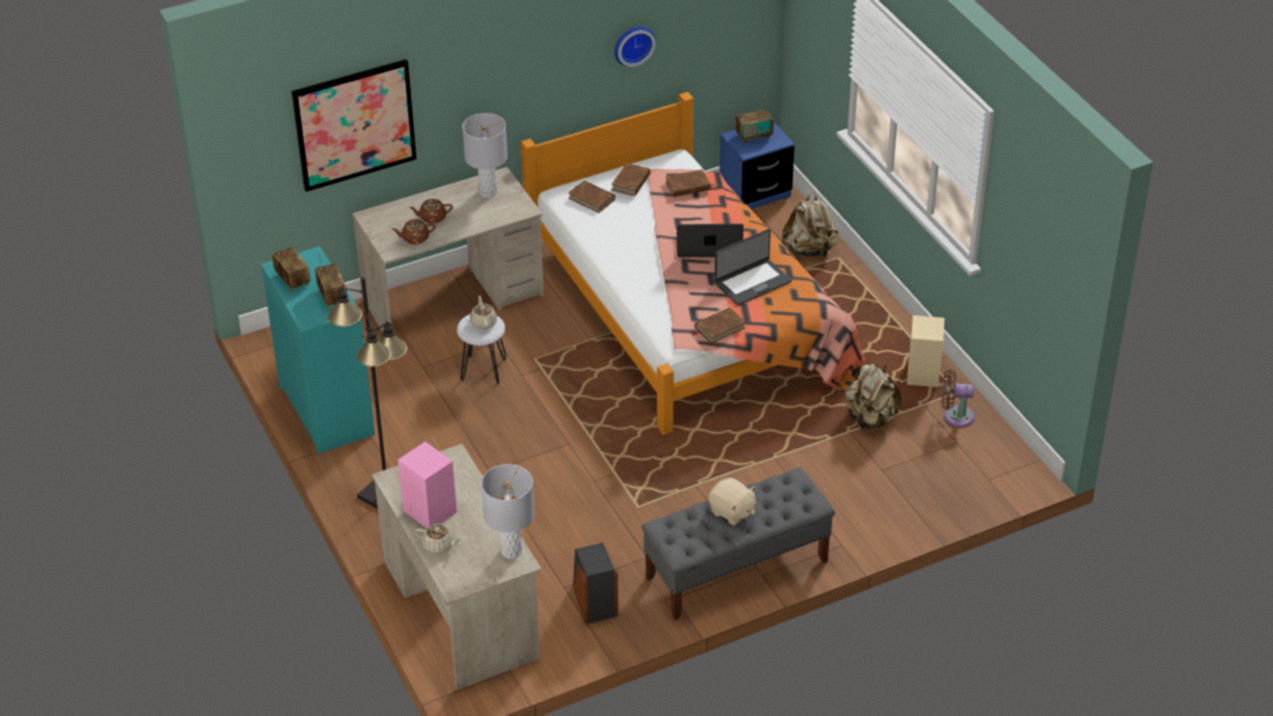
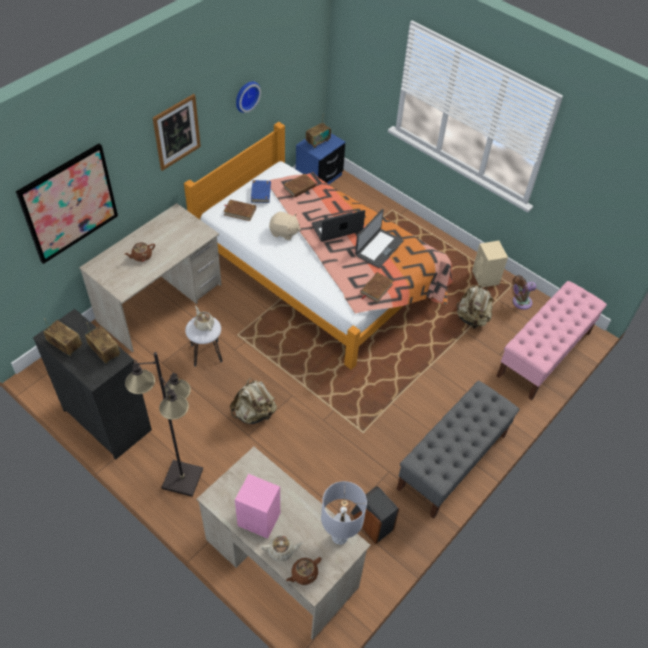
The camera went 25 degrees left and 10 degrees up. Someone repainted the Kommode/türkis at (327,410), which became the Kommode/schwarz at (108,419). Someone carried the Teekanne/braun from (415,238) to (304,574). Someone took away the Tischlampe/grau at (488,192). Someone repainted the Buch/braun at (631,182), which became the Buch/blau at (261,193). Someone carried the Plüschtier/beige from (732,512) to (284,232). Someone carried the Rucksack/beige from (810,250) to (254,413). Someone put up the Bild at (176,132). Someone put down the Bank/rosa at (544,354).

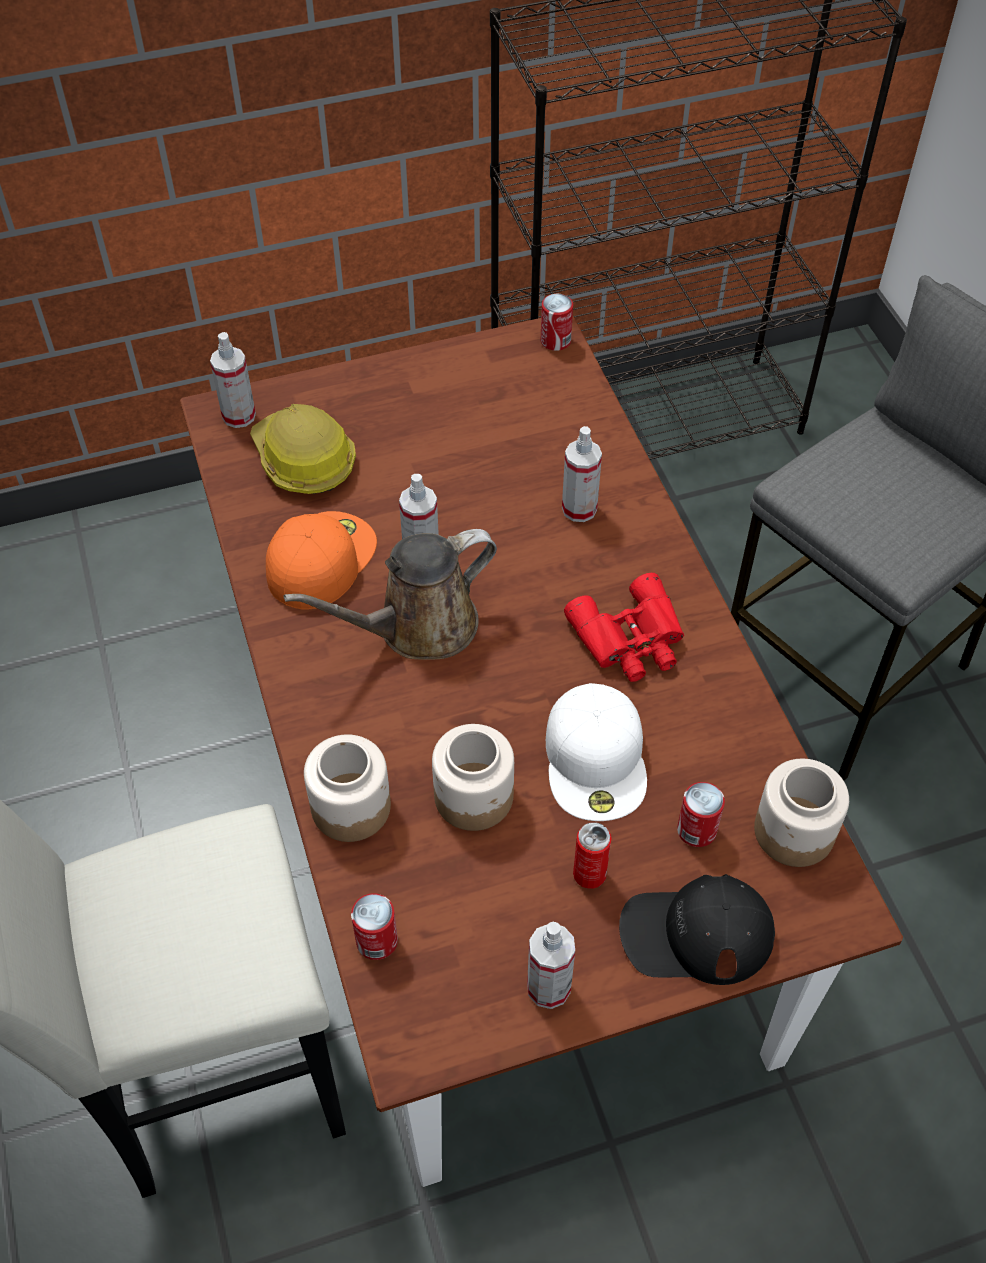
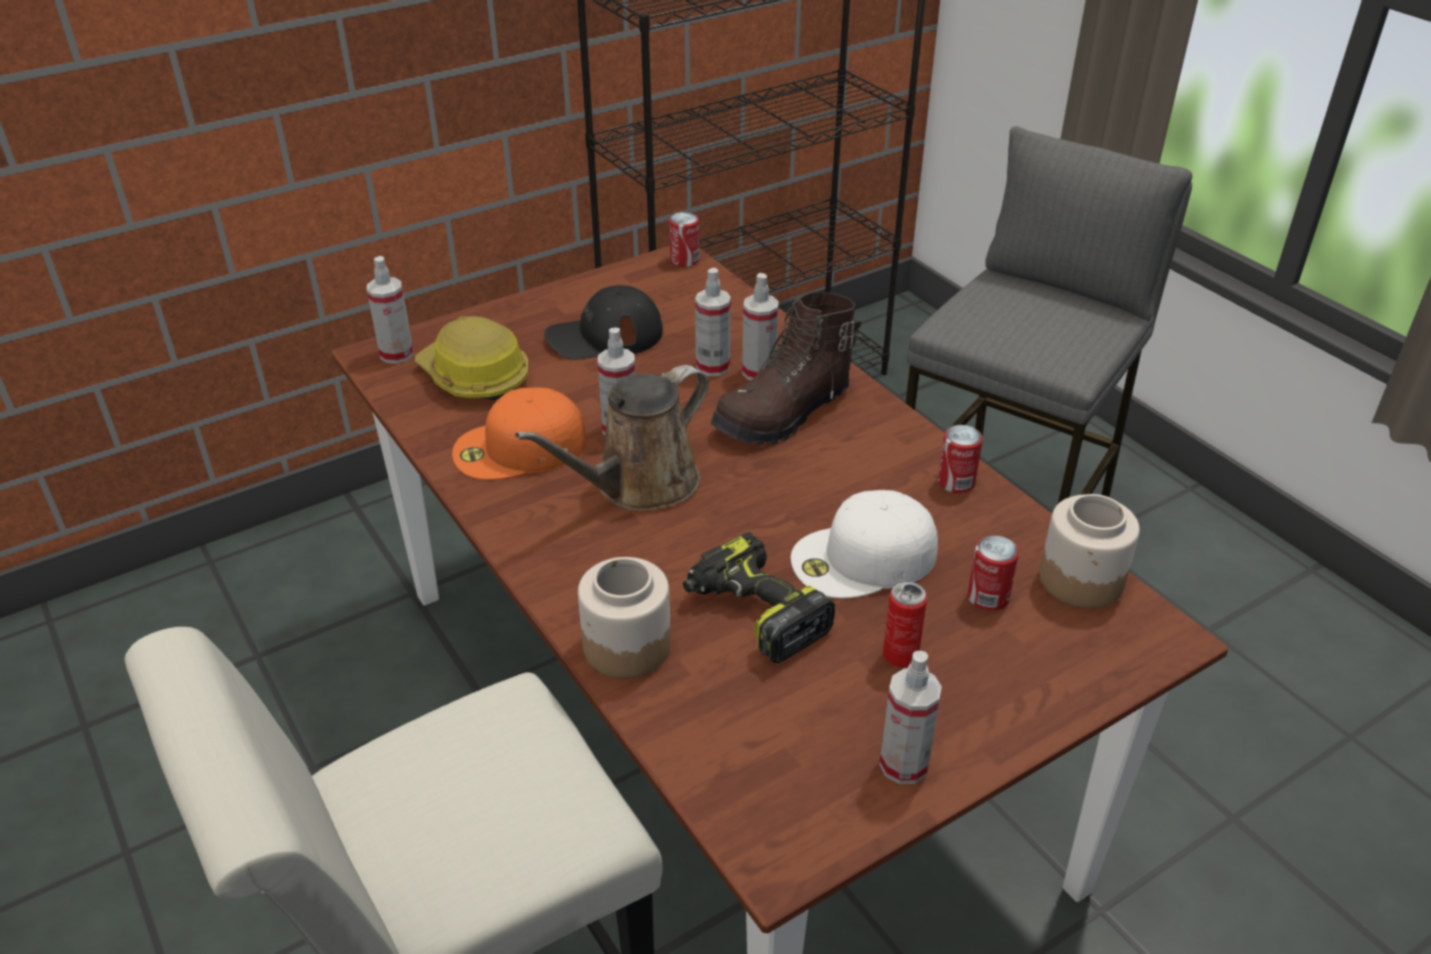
The camera went 15 degrees left and 15 degrees down. Someone rotated the Kappe/orange at (320,558) by 120 degrees counterclockwise. Someone carried the Dose from (377,941) to (956,482). Someone swapped the Vorratsglas at (475,796) for the Bohrmaschine at (754,612). Someone rotated the Kappe/weiß at (597,759) by 90 degrees clockwise. Someone took away the Fernglas/rot at (631,640). Someone carried the Kappe/schwarz from (696,934) to (604,336). Someone put down the Sprühflasche at (713,367). Someone put down the Stiefel/braun at (785,414).

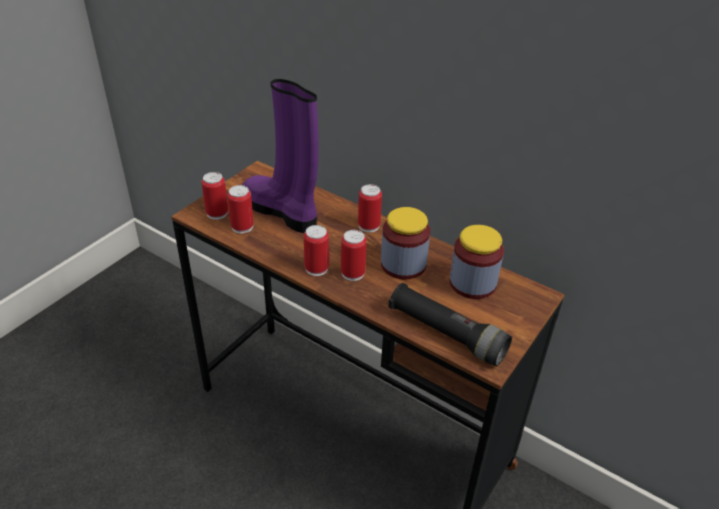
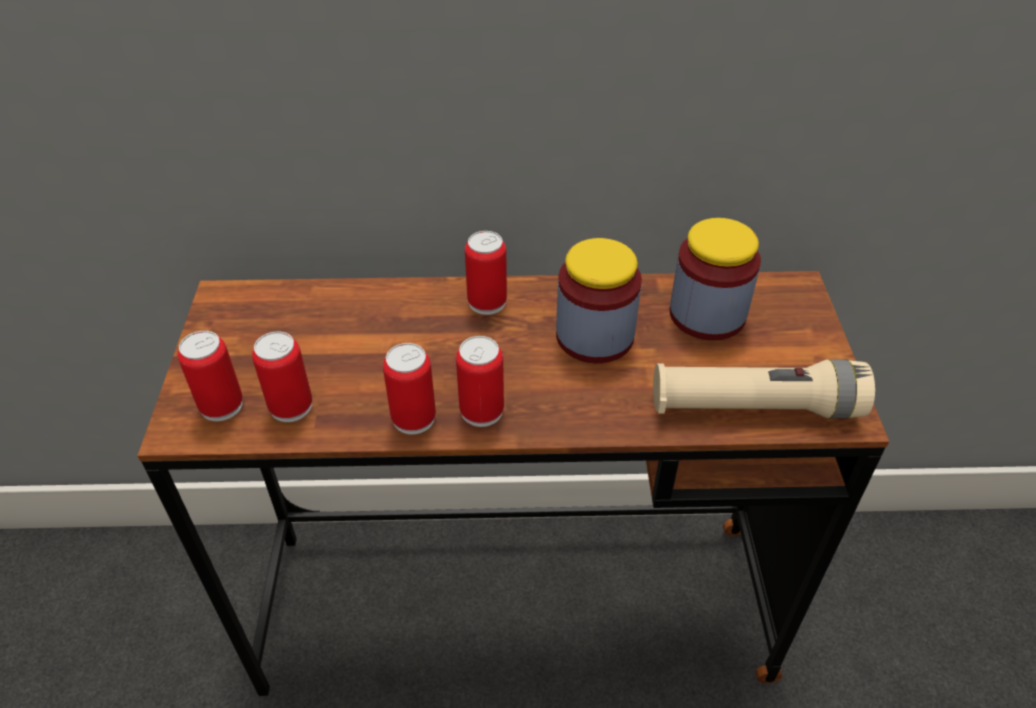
The camera went 35 degrees left and 5 degrees up. Someone took away the Stiefel/lila at (282,212). Someone carried the Dose from (353,273) to (413,418). Someone repainted the Taschenlampe/schwarz at (446,334), which became the Taschenlampe/beige at (754,407).

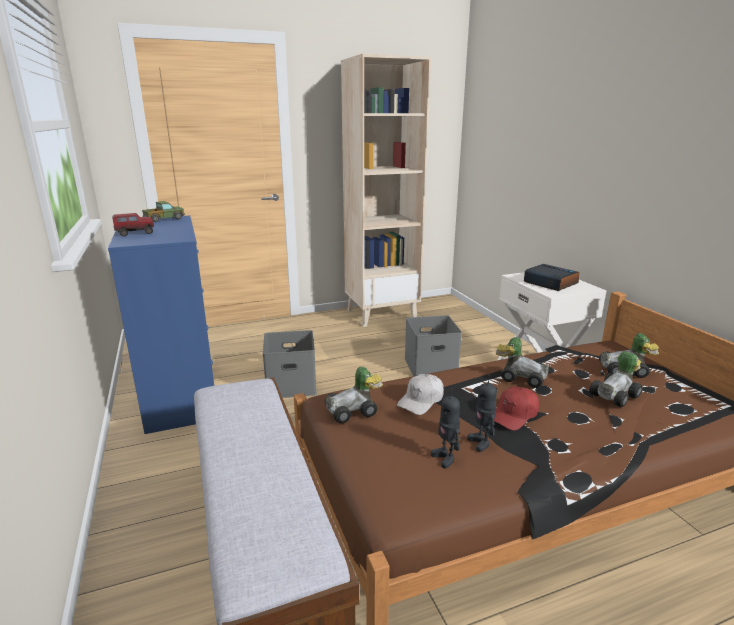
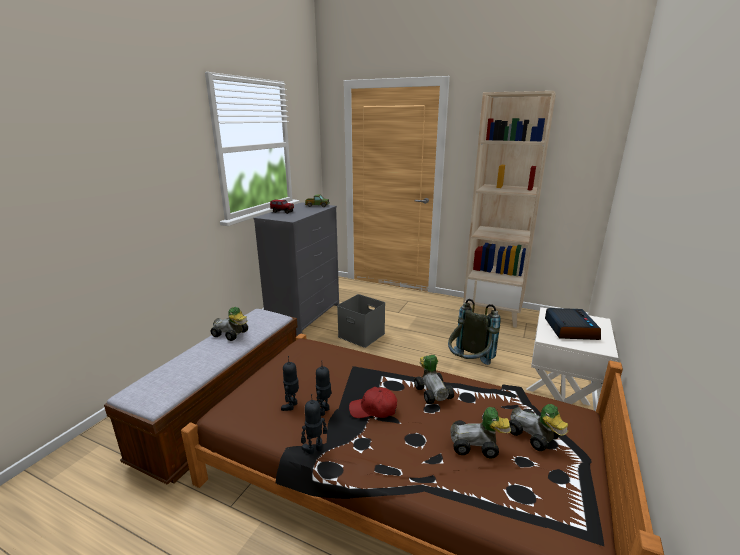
The camera went 45 degrees right and 0 degrees up. Someone repainted the Kommode/blau at (180,395), which became the Kommode/grau at (304,315). Someone carried the Spielzeugauto from (354,412) to (231,335). Someone took away the Kappe/weiß at (421,401). Someone swapped the Aufbewahrungsbox/grau at (431,365) for the Rucksack/grau at (468,365). Someone put down the Spielzeugroboter at (314,449).

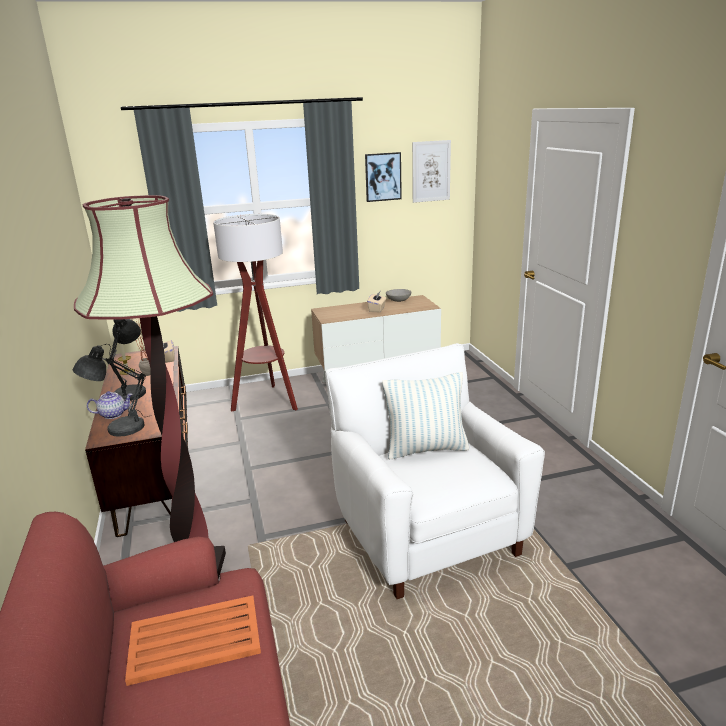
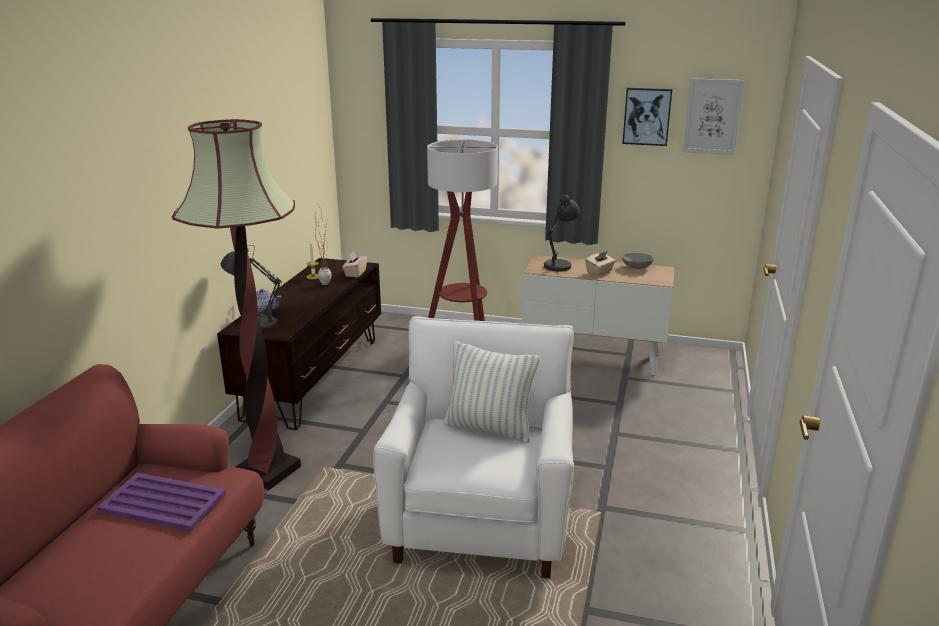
The camera went 30 degrees right and 0 degrees up. Someone carried the Tischlampe/grau from (132,392) to (559,265). Someone repainted the Tablett/orange at (196,639), which became the Tablett/lila at (164,503).

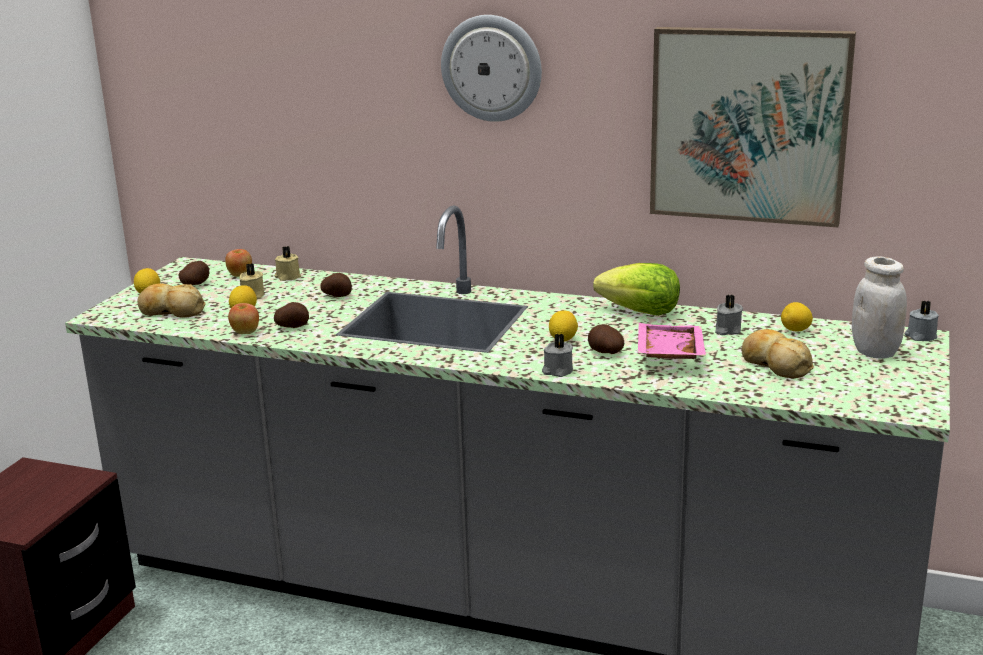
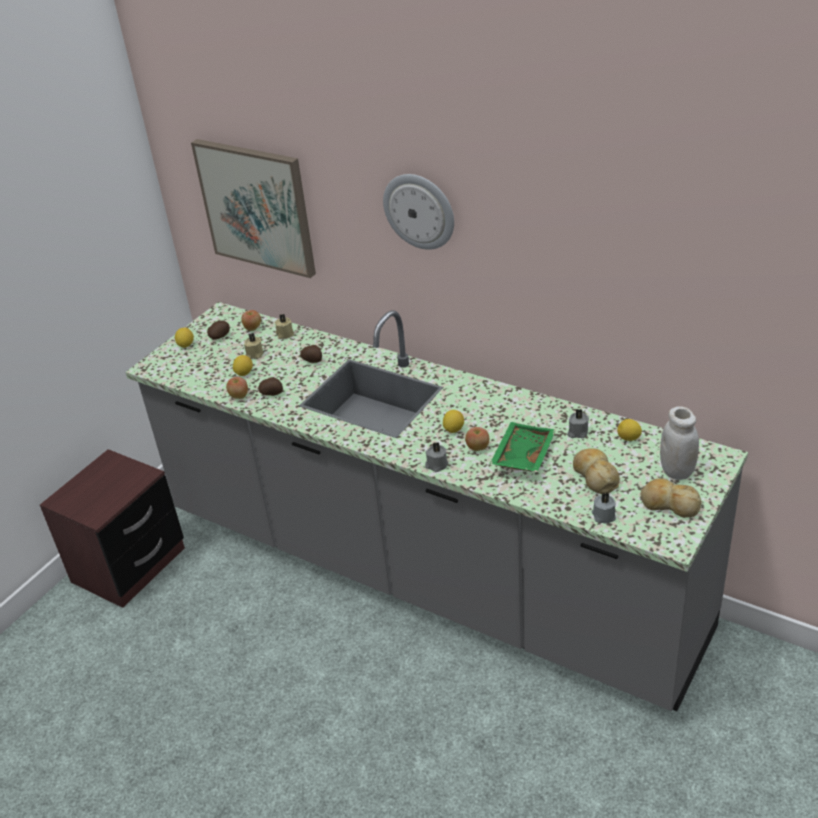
The camera went 15 degrees right and 15 degrees up. Someone carried the Brot from (171,311) to (669,504). Someone swapped the Kartoffel at (605,352) for the Apfel at (477,448). Someone took away the Salatkopf at (640,312). Someone repainted the Tablett/rosa at (667,354), which became the Tablett/grün at (522,455). Someone carried the Bild from (748,125) to (256,207). Someone carried the Kerze/grau from (920,336) to (603,516).

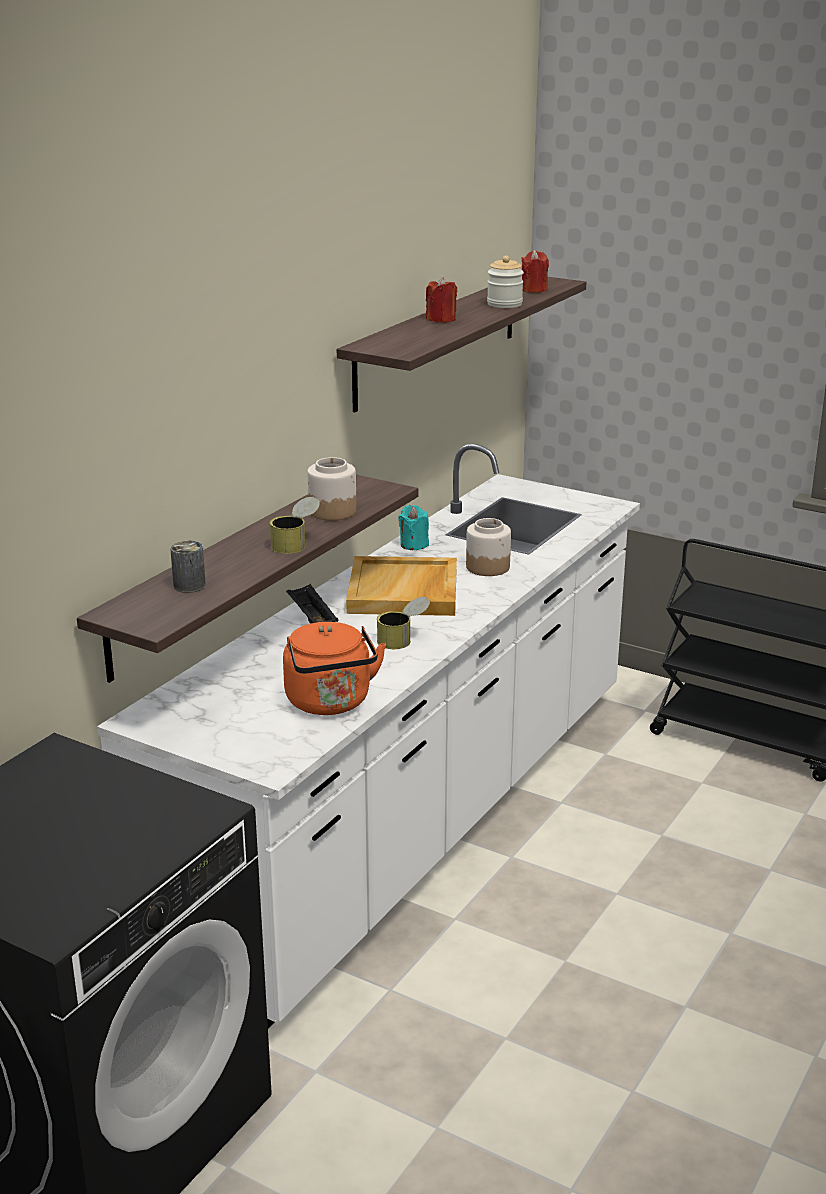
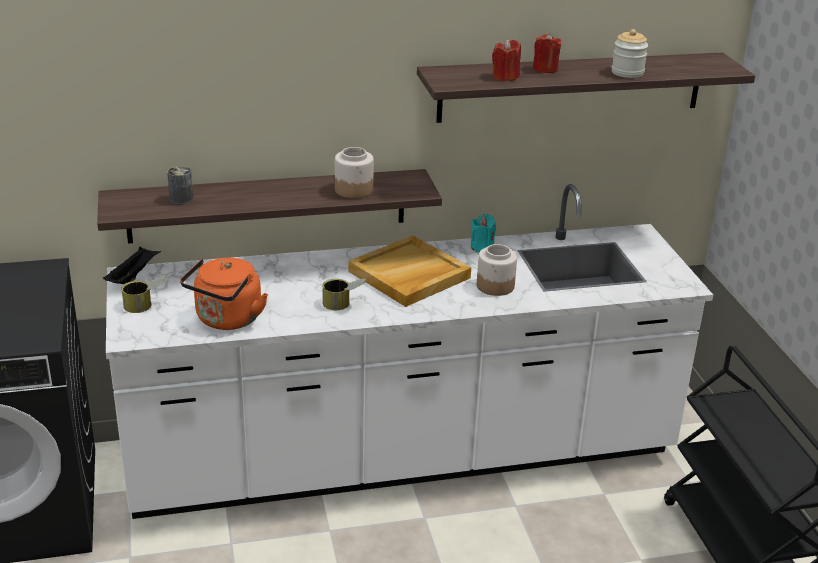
The camera went 45 degrees right and 5 degrees up. Someone carried the Dose from (296,543) to (146,306). Someone carried the Tablett/schwarz from (311,619) to (133,276). Someone carried the Kerze/rot from (534,290) to (505,77).

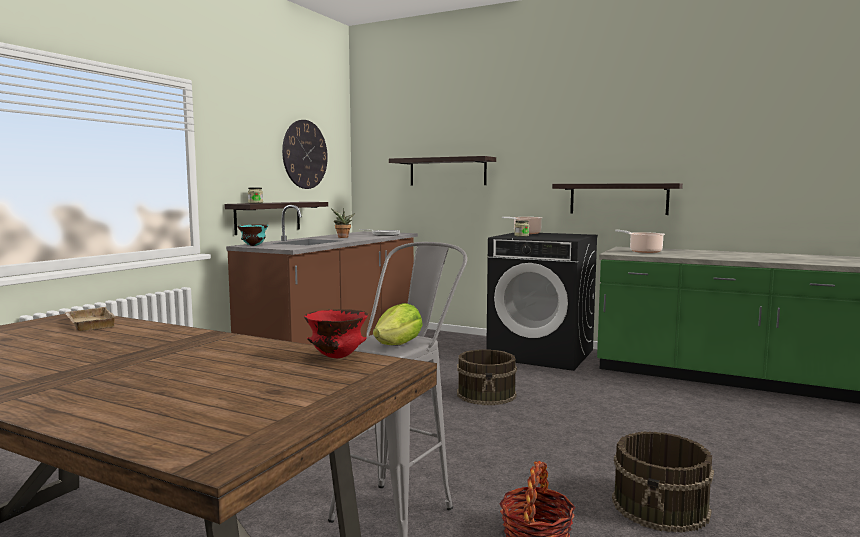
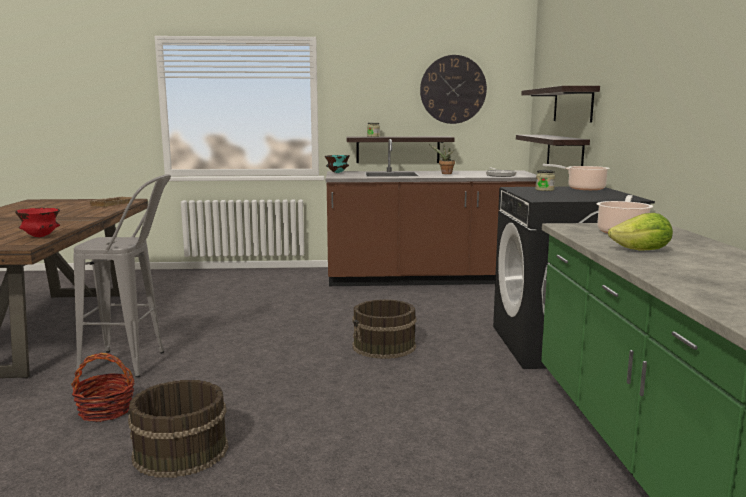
The camera went 60 degrees right and 5 degrees up. Someone carried the Salatkopf from (399,345) to (642,251). Someone carried the Wandregal from (618,199) to (564,152).

